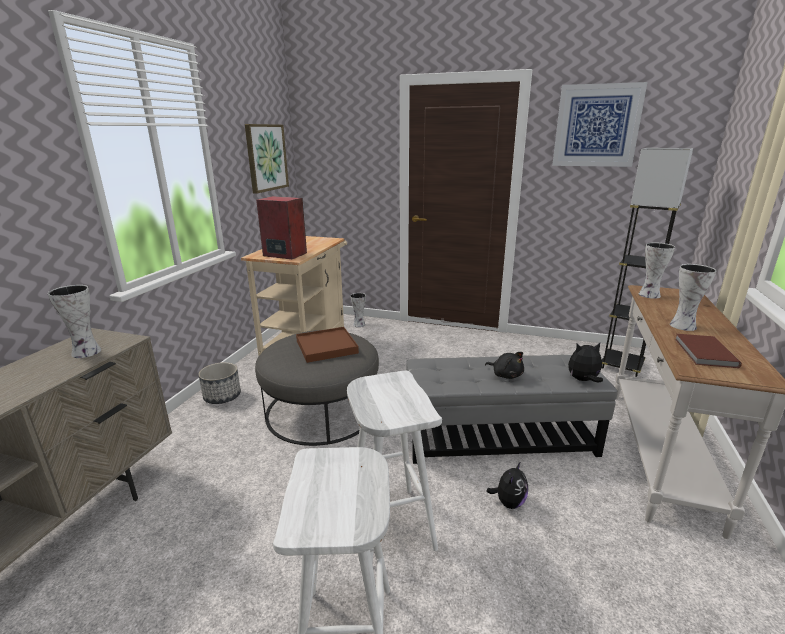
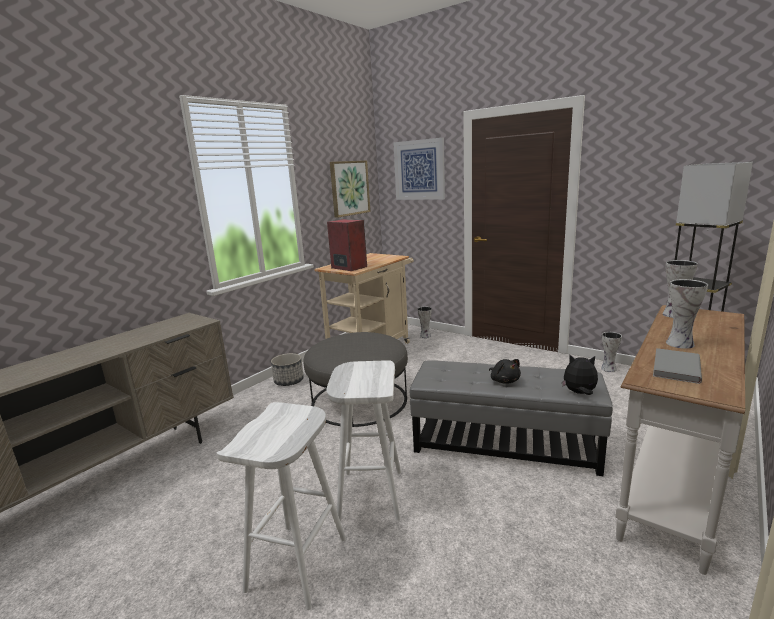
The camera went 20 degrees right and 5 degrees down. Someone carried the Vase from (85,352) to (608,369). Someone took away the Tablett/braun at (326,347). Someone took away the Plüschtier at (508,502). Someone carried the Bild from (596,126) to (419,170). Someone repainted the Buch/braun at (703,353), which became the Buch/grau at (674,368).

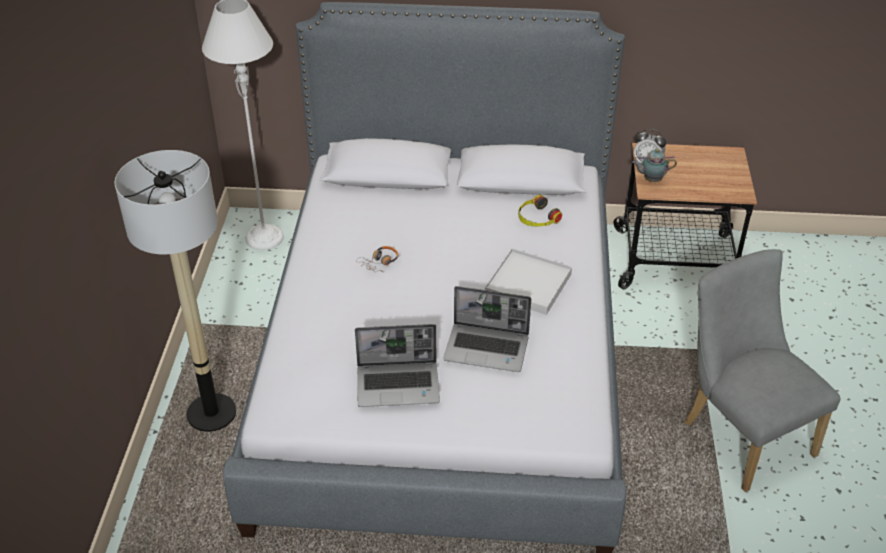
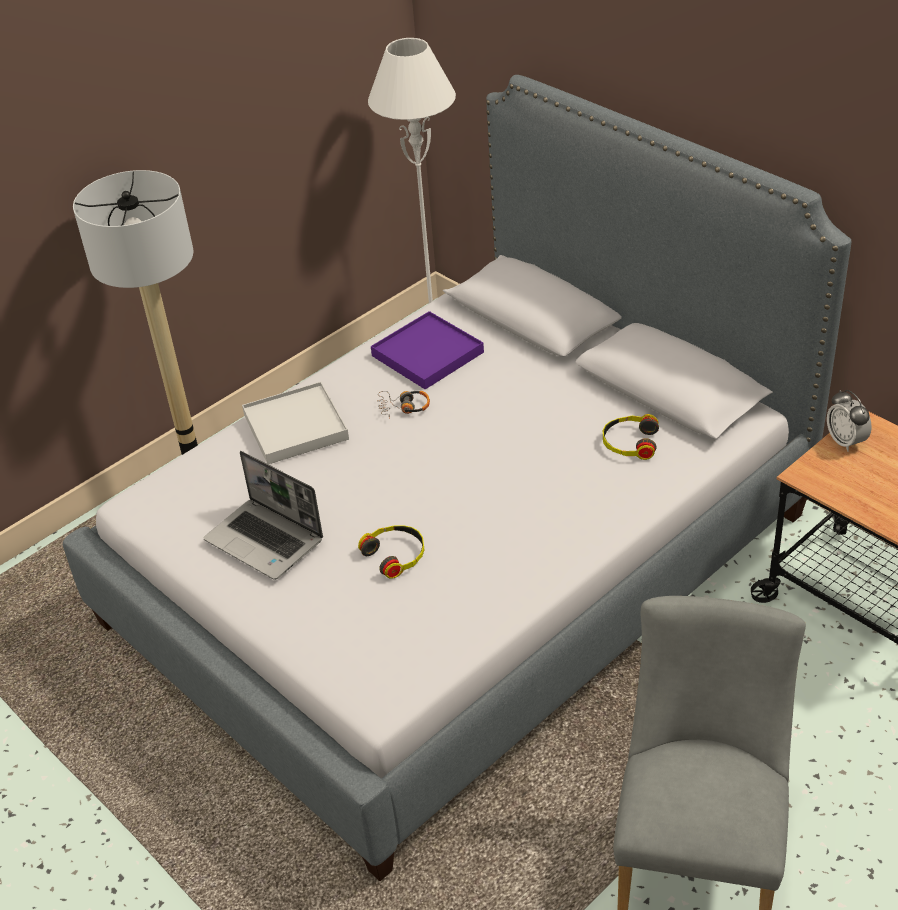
The camera went 45 degrees right and 0 degrees up. Someone swapped the Laptop at (487,348) for the Kopfhörer at (396,555). Someone carried the Tablett/weiß from (528,284) to (296,426). Someone took away the Teekanne at (651,180). Someone put down the Tablett/lila at (427,354).

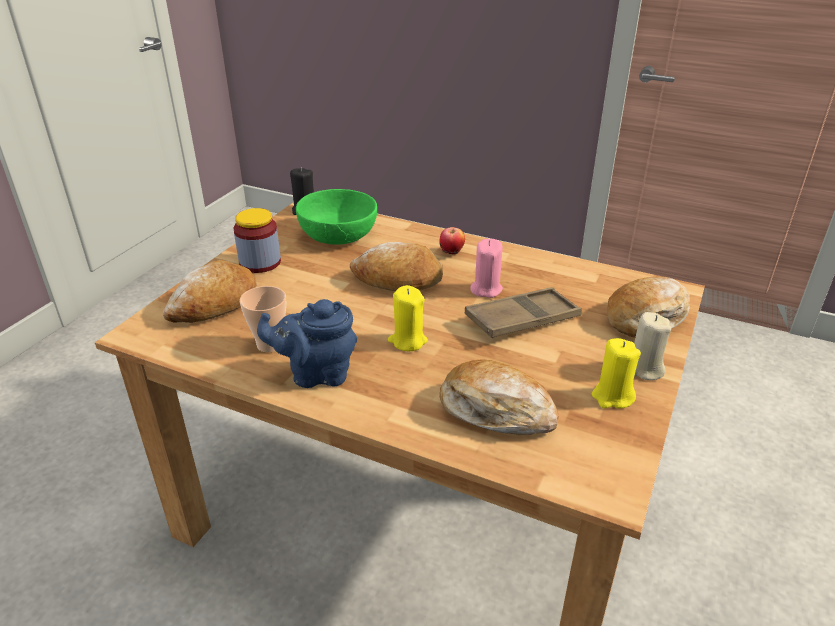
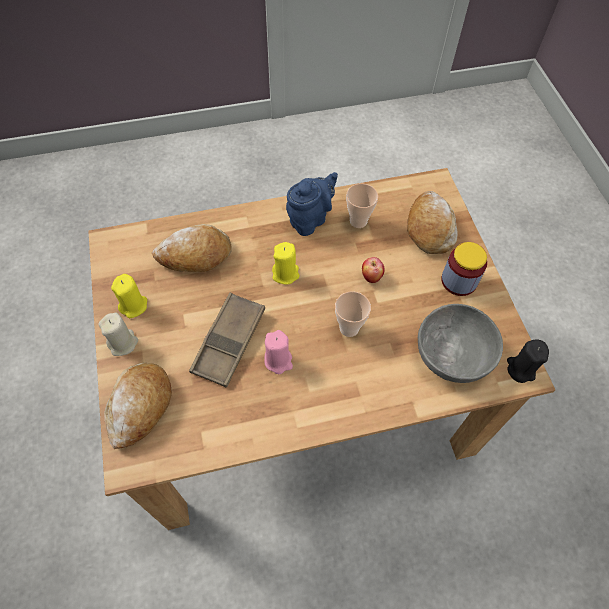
The camera went 140 degrees right and 25 degrees up. Someone repainted the Schüssel/grün at (338,234), which became the Schüssel/grau at (453,354). Someone swapped the Brot at (398,279) for the Tasse at (349,328). Someone carried the Apfel from (451,253) to (371,277).

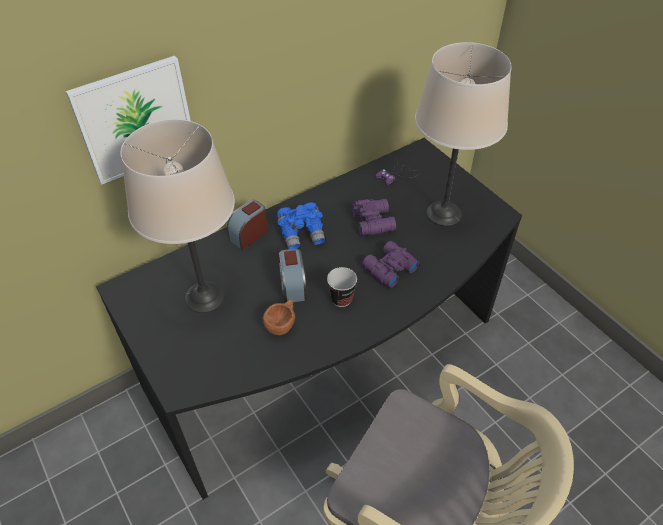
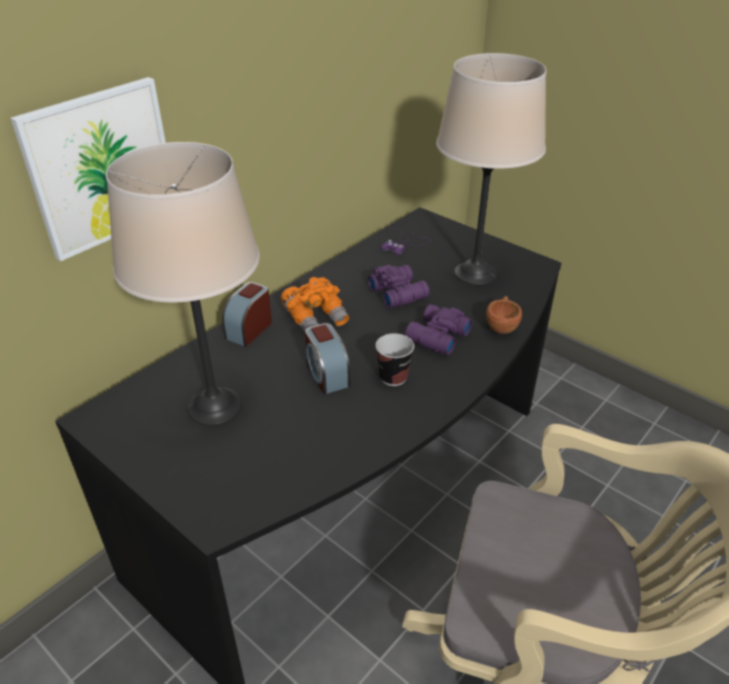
The camera went 15 degrees left and 10 degrees down. Someone carried the Tasse/braun from (282,324) to (502,325). Someone repainted the Fernglas/blau at (302,233), which became the Fernglas/orange at (316,318).

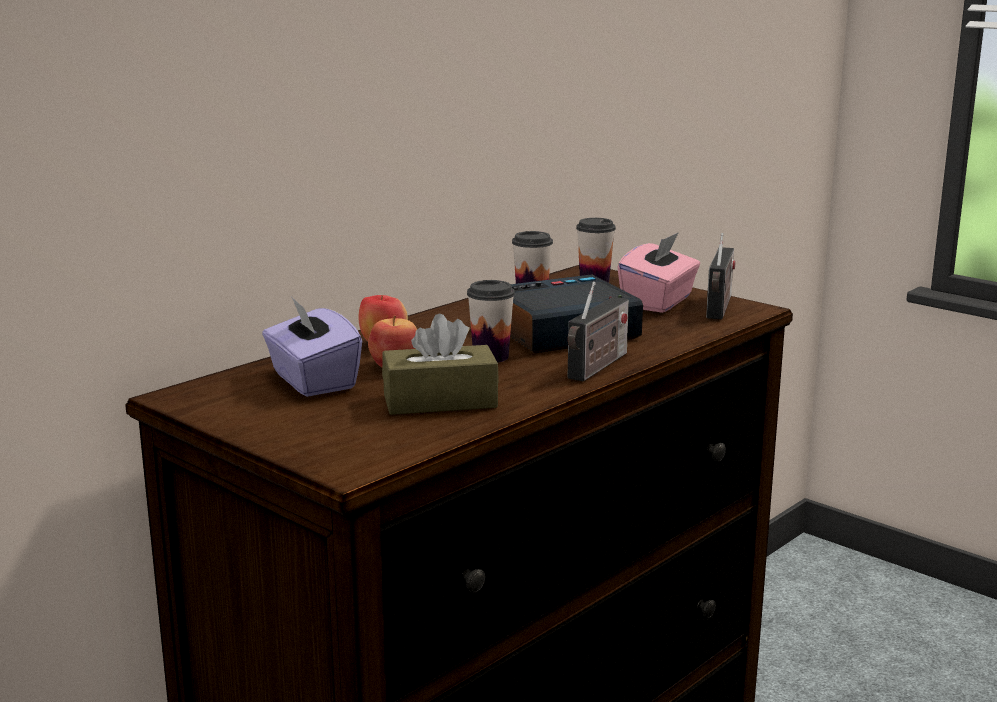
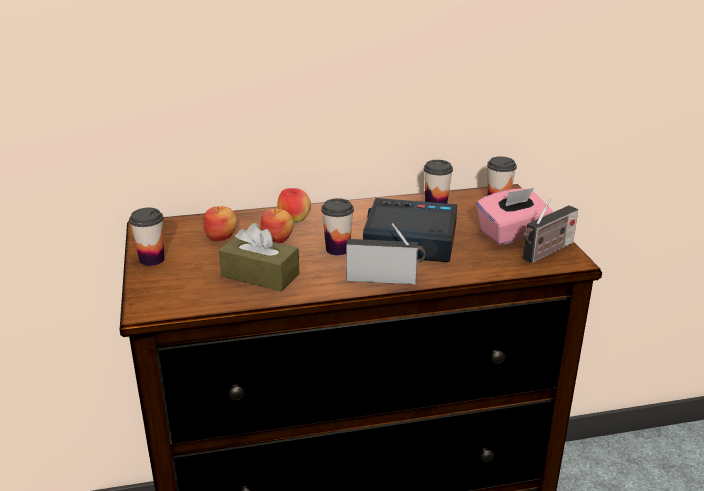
The camera went 35 degrees right and 10 degrees up. Someone swapped the Taschentuchbox/lila at (312,381) for the Apfel at (221,237). Someone rotated the Radio at (597,367) by 150 degrees counterclockwise. Someone put down the Tasse at (152,259).

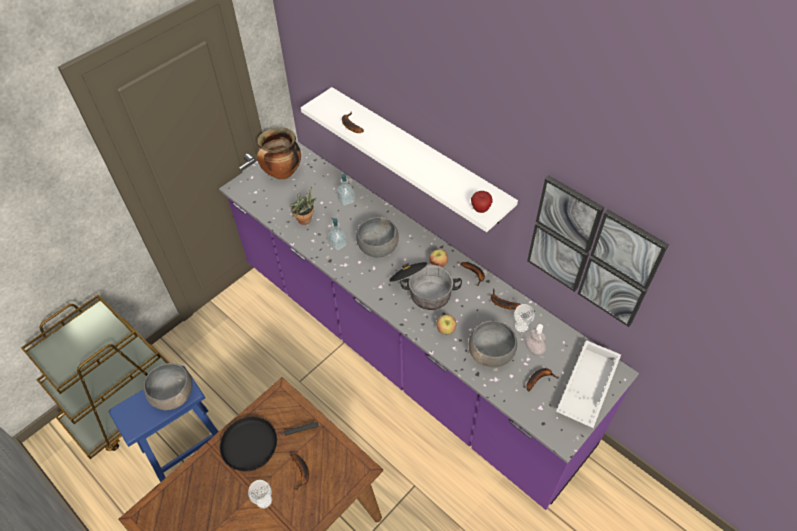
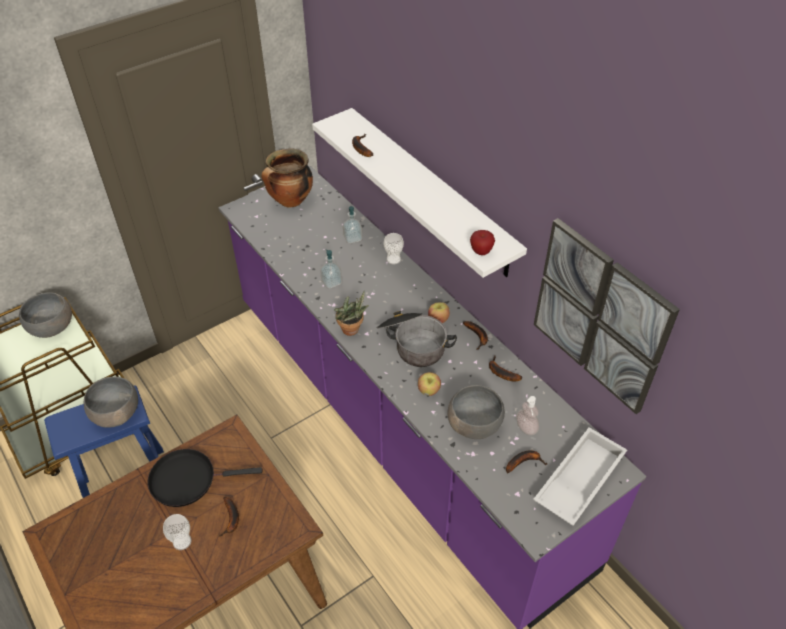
The camera went 10 degrees right and 5 degrees down. Someone carried the Topfpflanze from (306,220) to (352,331). Someone carried the Schüssel/grau from (378,247) to (52,327). Someone carried the Tasse from (521,326) to (393,259).

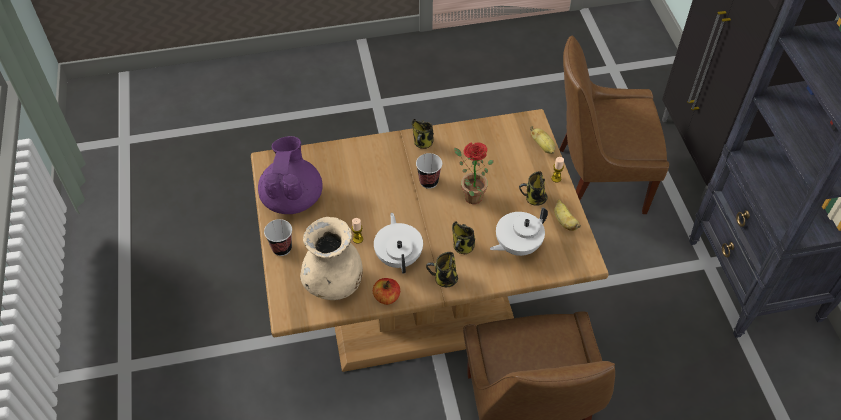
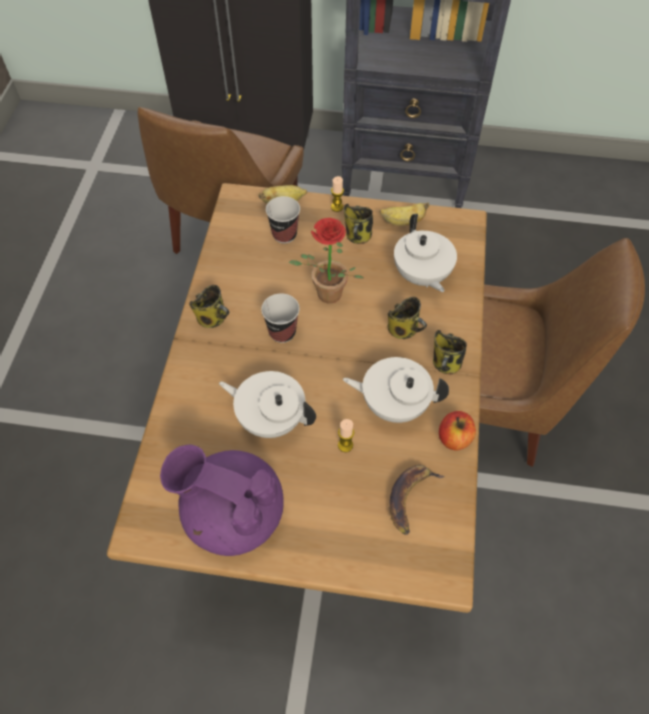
The camera went 70 degrees left and 5 degrees up. Someone carried the Tasse from (282,248) to (284,235). Someone swapped the Vase/beige at (334,283) for the Banane at (410,497). Someone put down the Teekanne/weiß at (270,418).

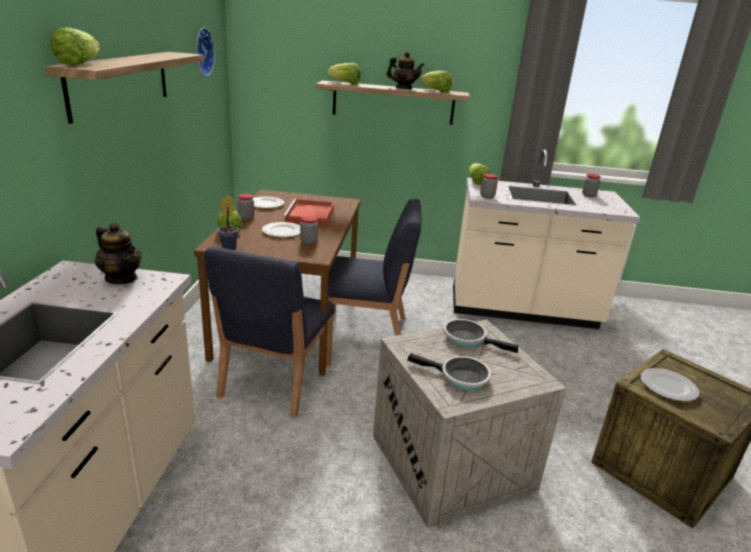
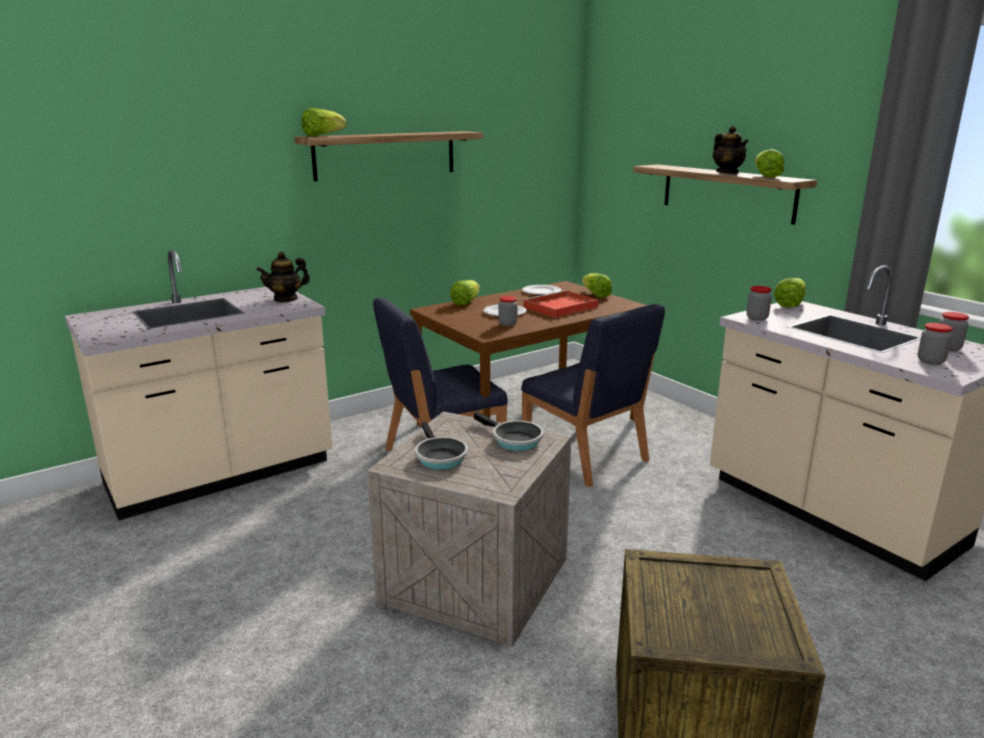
The camera went 50 degrees right and 5 degrees down. Someone rotated the Teekanne at (122,278) by 60 degrees clockwise. Someone took away the Wanduhr at (201,51). Someone took away the Topfpflanze at (230,247). Someone carried the Vorratsglas from (246,217) to (930,361). Someone carried the Salatkopf from (345,83) to (595,295). Someone rotated the Pfanne at (468,339) by 150 degrees clockwise. Someone took away the Teller at (667,386).

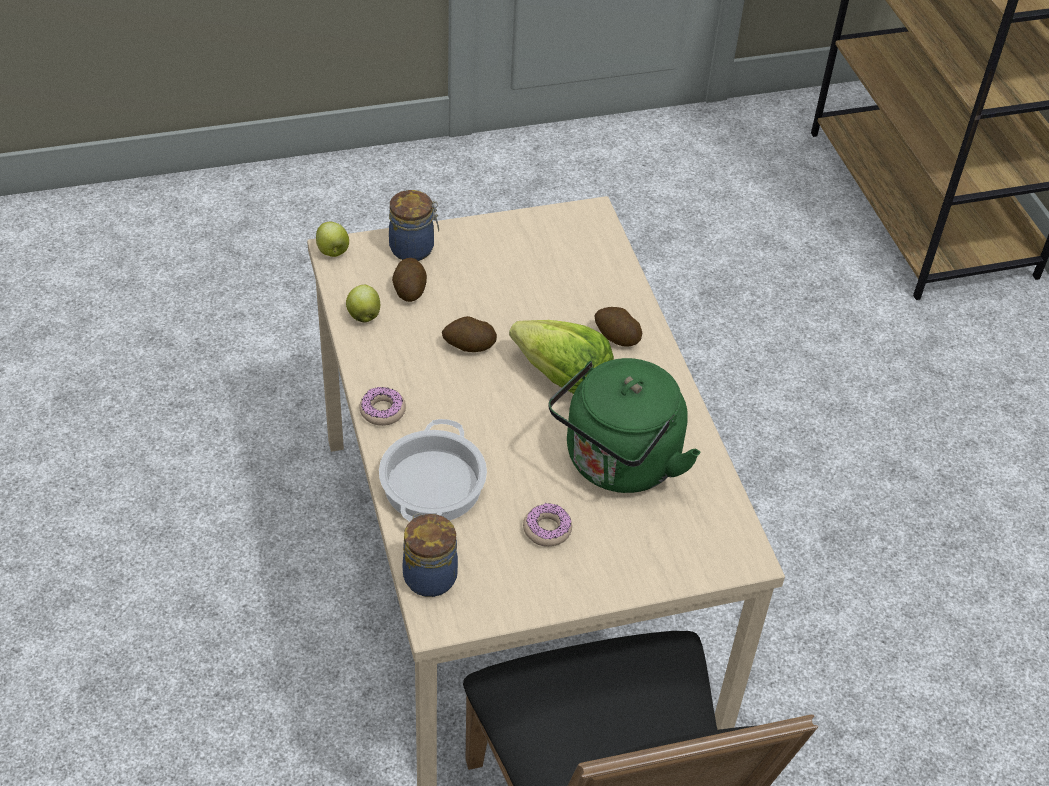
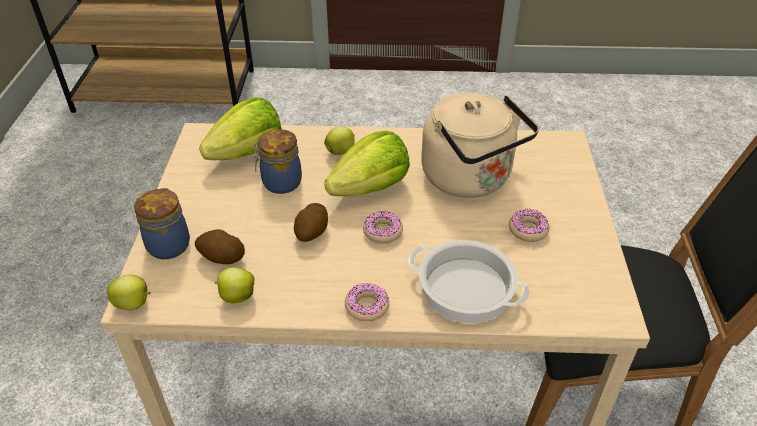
The camera went 70 degrees left and 5 degrees down. Someone carried the Vorratsglas from (429,575) to (280,183). Someone repainted the Wasserkessel/grün at (618,464), which became the Wasserkessel/beige at (470,179). Someone swapped the Kartoffel at (616,337) for the Apfel at (341,152). Someone put down the Salatkopf at (247,152). Someone put down the Donut at (382,231).

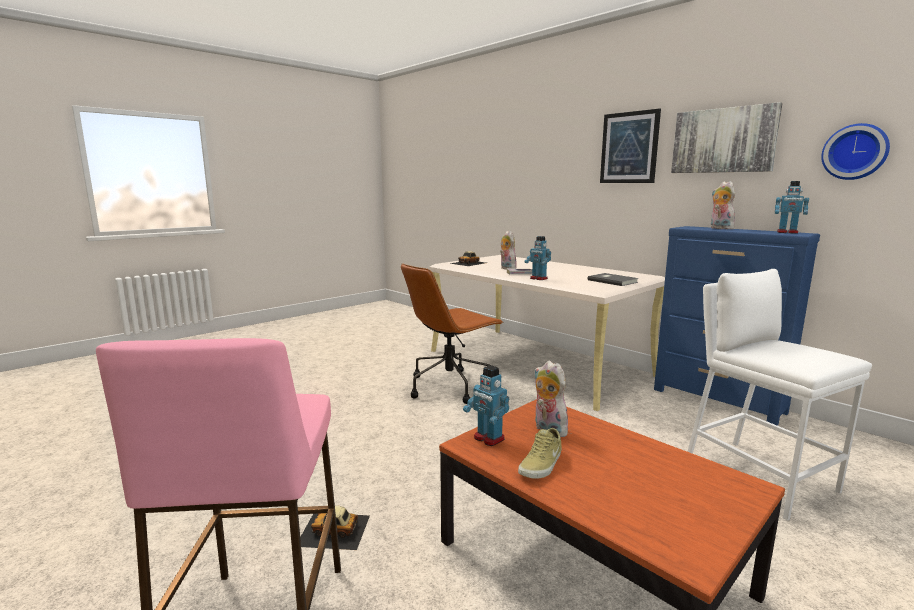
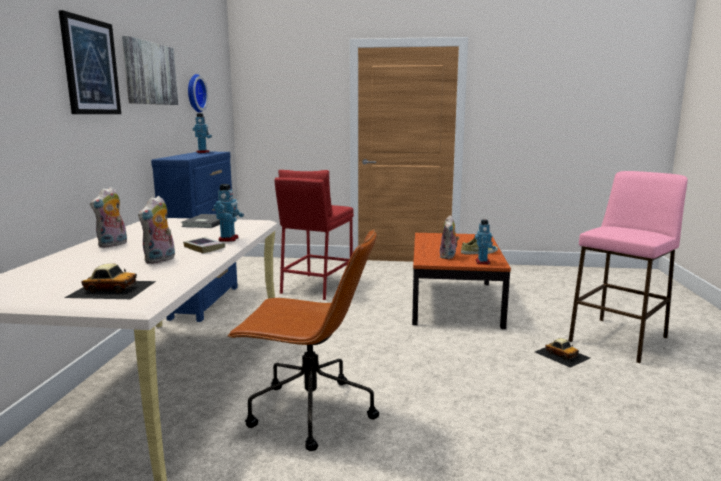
The camera went 130 degrees left and 0 degrees up. Someone repainted the Hocker/weiß at (758,476), which became the Hocker/rot at (316,287). Someone carried the Plüschtier from (719,228) to (113,245).

